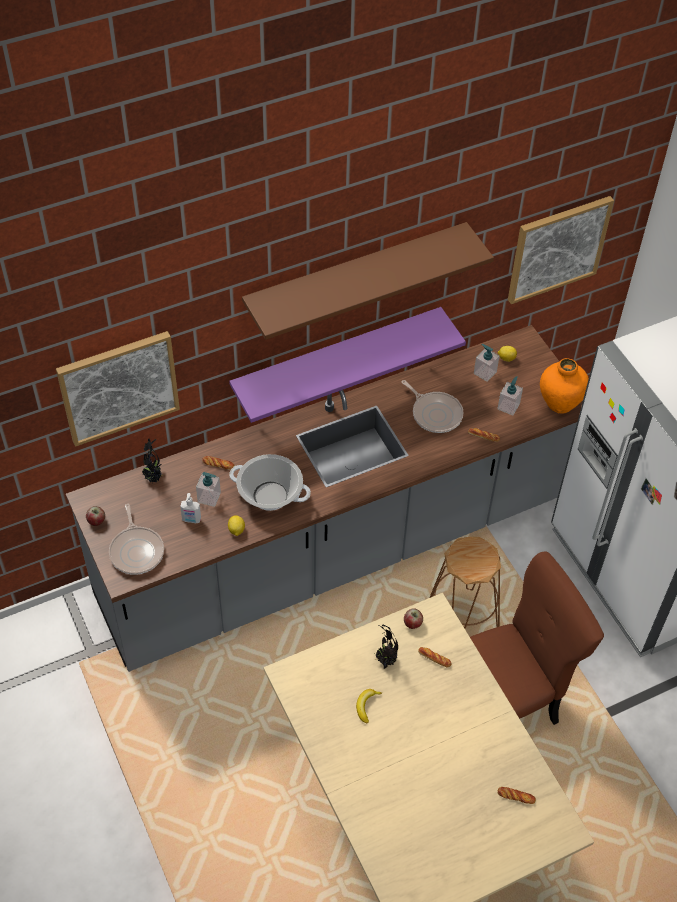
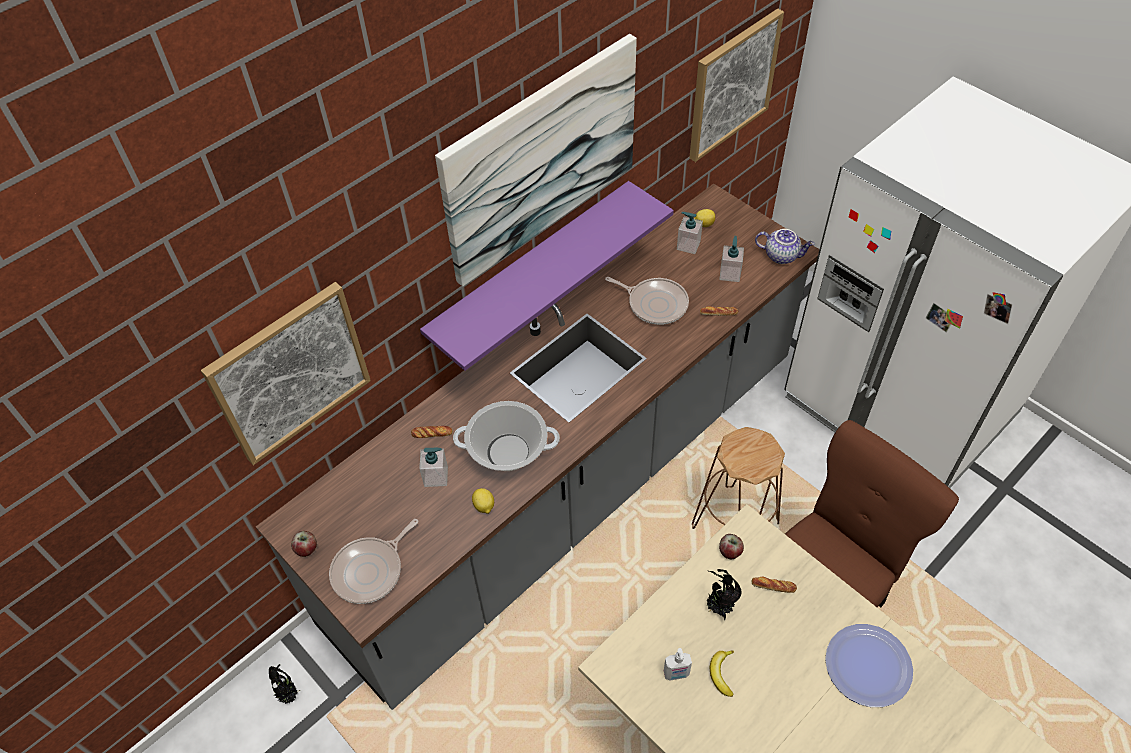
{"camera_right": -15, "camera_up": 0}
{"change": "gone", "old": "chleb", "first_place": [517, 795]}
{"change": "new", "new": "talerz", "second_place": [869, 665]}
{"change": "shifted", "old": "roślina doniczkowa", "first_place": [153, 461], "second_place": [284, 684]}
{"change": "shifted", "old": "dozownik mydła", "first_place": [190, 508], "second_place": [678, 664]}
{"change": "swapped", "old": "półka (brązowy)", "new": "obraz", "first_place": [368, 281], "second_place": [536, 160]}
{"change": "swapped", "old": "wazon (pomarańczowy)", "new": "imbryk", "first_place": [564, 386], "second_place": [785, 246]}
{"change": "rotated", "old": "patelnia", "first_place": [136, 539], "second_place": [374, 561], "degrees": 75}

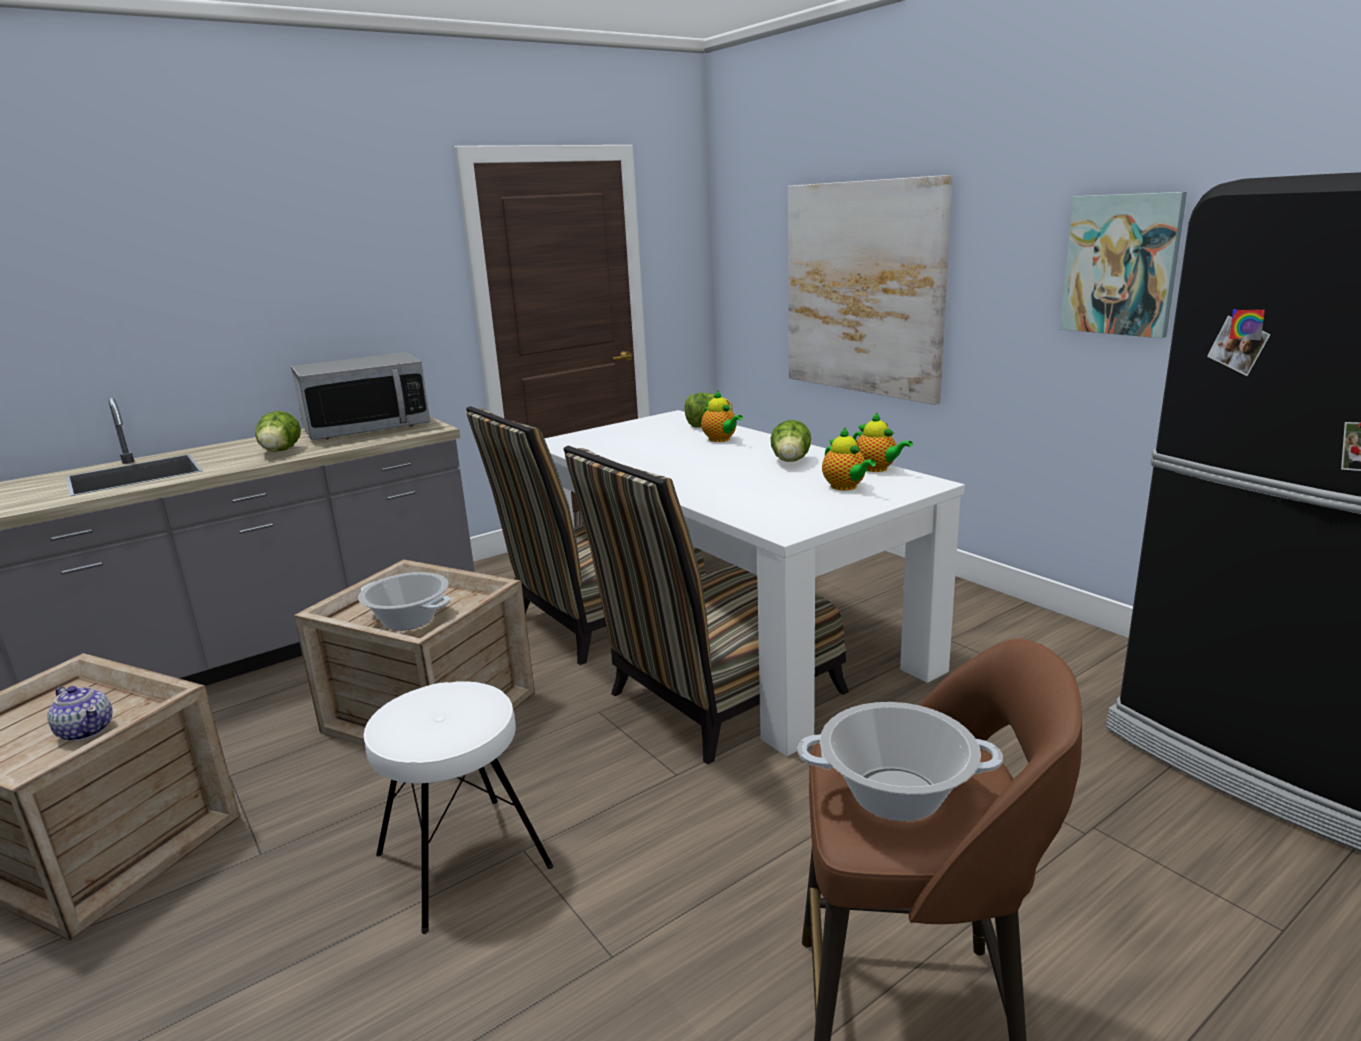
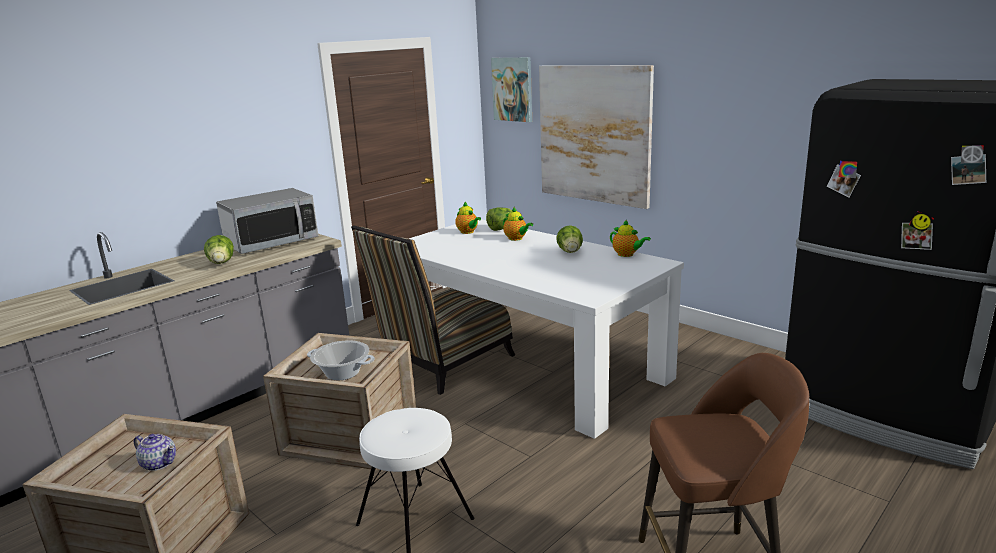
{"camera_right": -10, "camera_up": 0}
{"change": "gone", "old": "krzesło", "first_place": [706, 605]}
{"change": "gone", "old": "garnek", "first_place": [900, 761]}
{"change": "shifted", "old": "imbryk", "first_place": [849, 459], "second_place": [468, 217]}
{"change": "shifted", "old": "obraz", "first_place": [1123, 265], "second_place": [511, 89]}

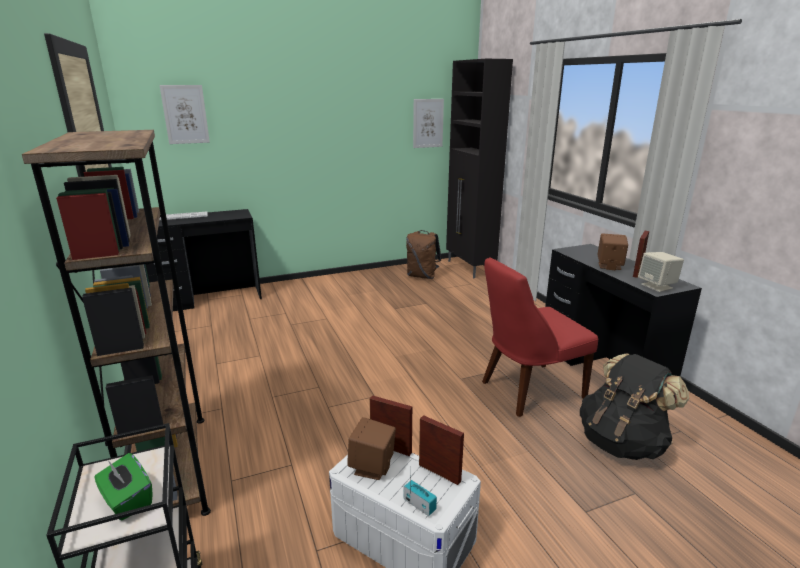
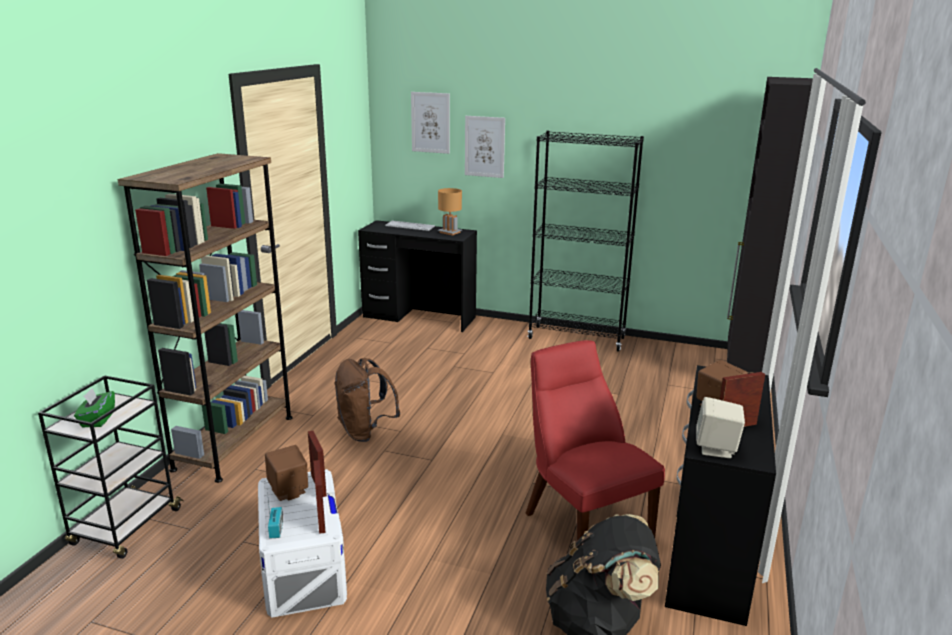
{"camera_right": 40, "camera_up": 0}
{"change": "new", "new": "lampa stołowa (brązowy)", "second_place": [450, 212]}
{"change": "new", "new": "regał (czarny)", "second_place": [586, 241]}
{"change": "shifted", "old": "plecak (brązowy)", "first_place": [423, 254], "second_place": [368, 400]}
{"change": "shifted", "old": "obraz", "first_place": [428, 123], "second_place": [485, 147]}
{"change": "rotated", "old": "krzesło (czerwony)", "first_place": [540, 337], "second_place": [595, 440], "degrees": 45}

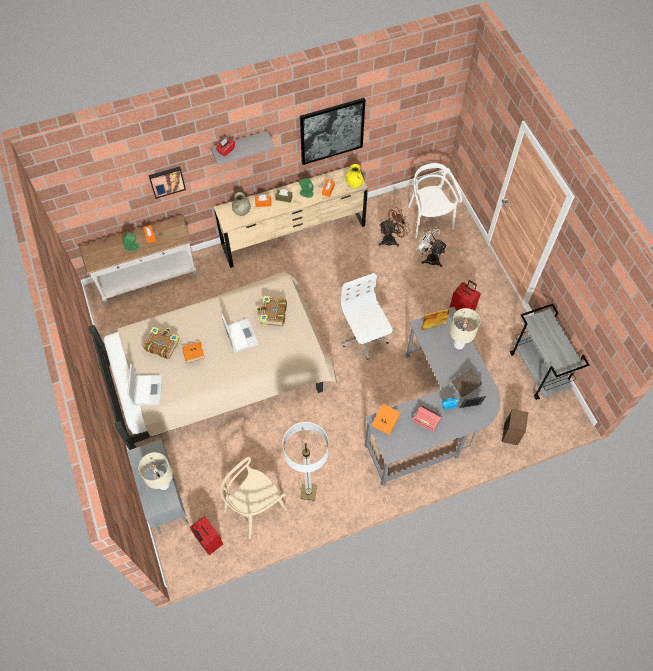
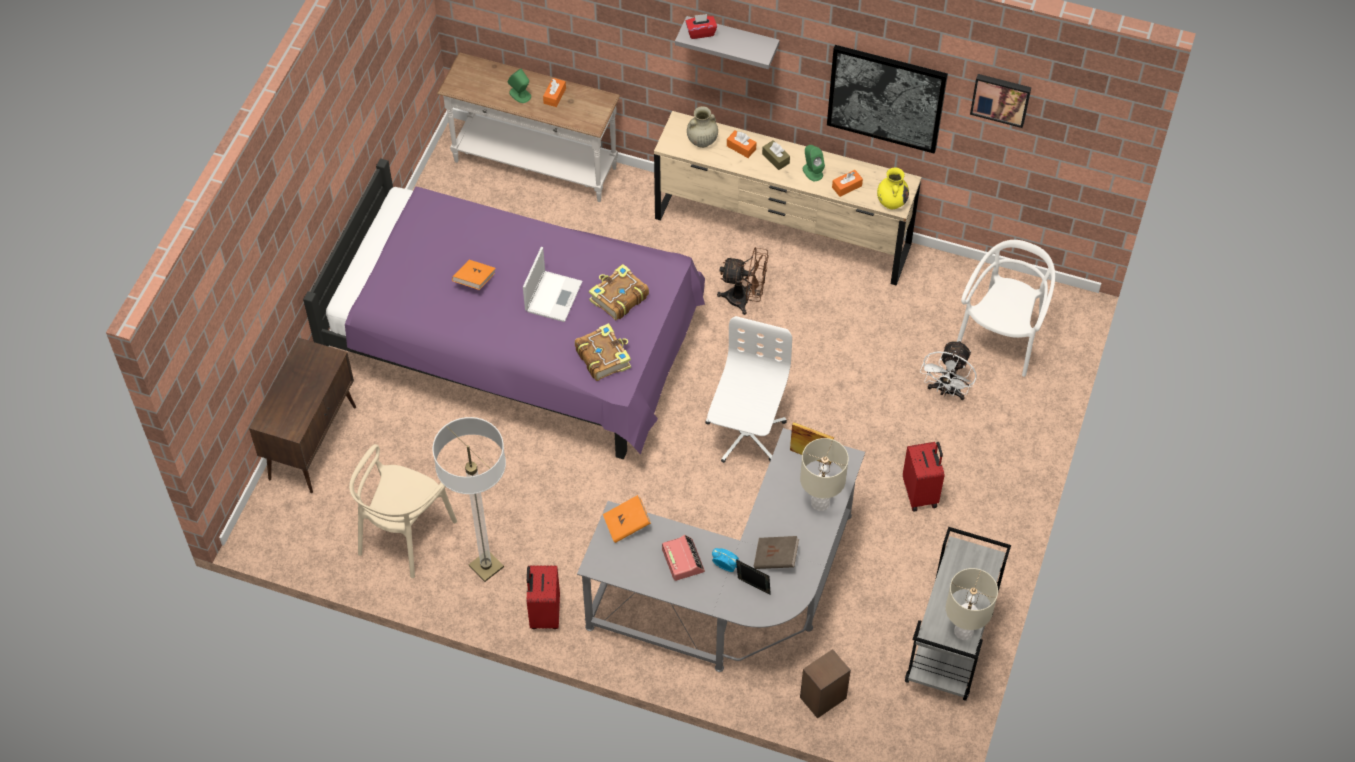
{"camera_right": 40, "camera_up": -5}
{"change": "gone", "old": "laptop", "first_place": [144, 385]}
{"change": "shifted", "old": "lampa stołowa (beżowy)", "first_place": [155, 471], "second_place": [972, 604]}
{"change": "shifted", "old": "książka", "first_place": [162, 342], "second_place": [603, 352]}
{"change": "shifted", "old": "obraz", "first_place": [167, 182], "second_place": [1000, 101]}
{"change": "shifted", "old": "walizka (czerwony)", "first_place": [206, 535], "second_place": [543, 597]}
{"change": "shifted", "old": "wentylator (brązowy)", "first_place": [394, 226], "second_place": [743, 281]}
{"change": "repainted", "old": "łóżko (beżowy)", "new": "łóżko (fioletowy)", "first_place": [213, 361], "second_place": [504, 308]}
{"change": "repainted", "old": "szafka (szary)", "new": "szafka (brązowy)", "first_place": [158, 486], "second_place": [302, 415]}
{"change": "rotated", "old": "krzesło (beżowy)", "first_place": [254, 497], "second_place": [403, 511], "degrees": -60}
{"change": "rotated", "old": "wentylator (biały)", "first_place": [431, 246], "second_place": [948, 370], "degrees": -150}

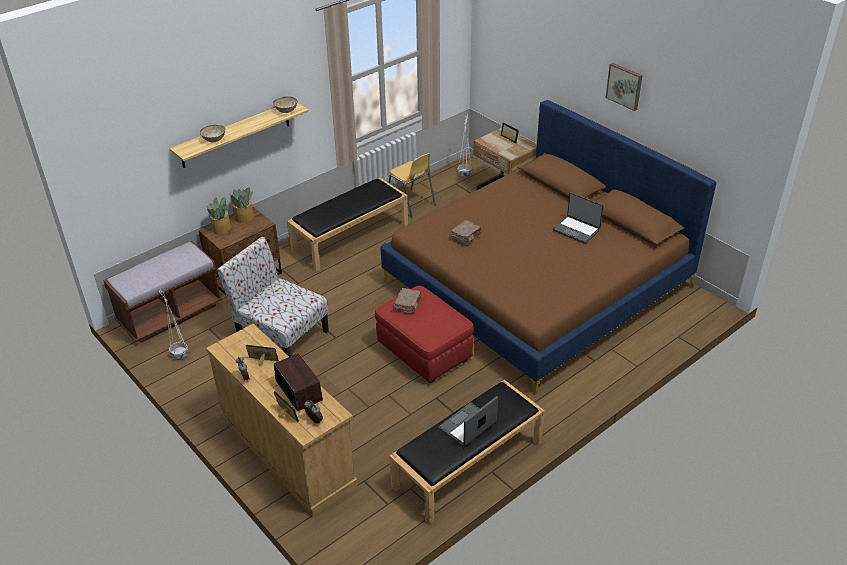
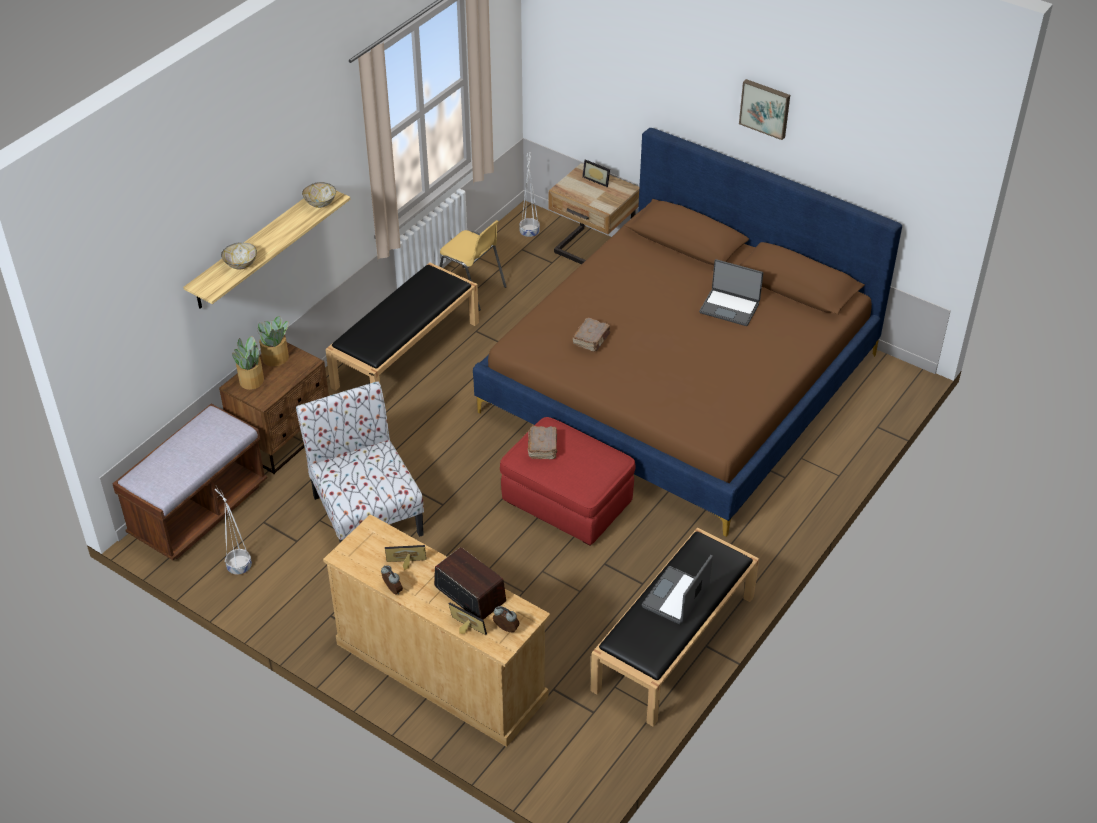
{"camera_right": -15, "camera_up": 5}
{"change": "rotated", "old": "krzesło", "first_place": [273, 297], "second_place": [360, 462], "degrees": 45}

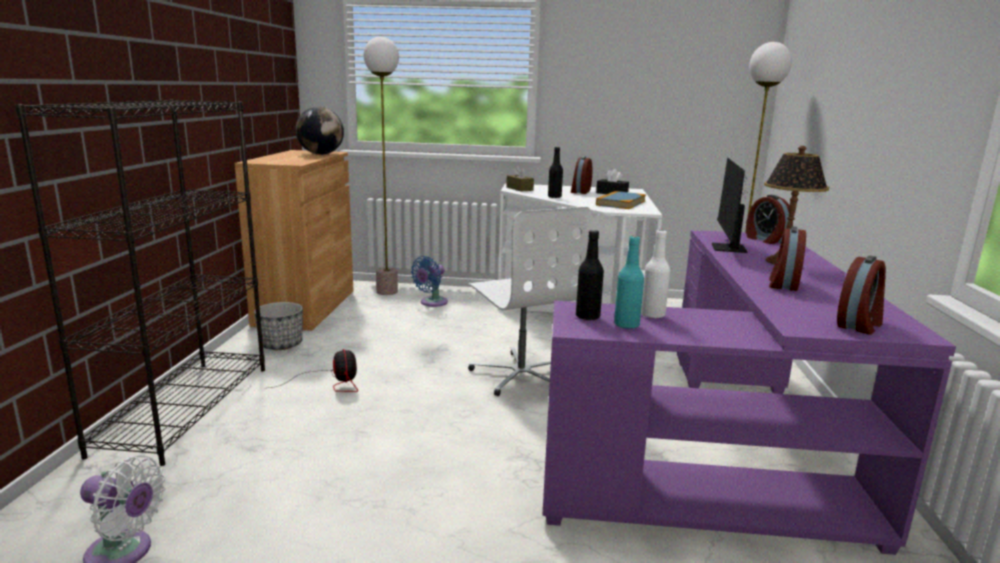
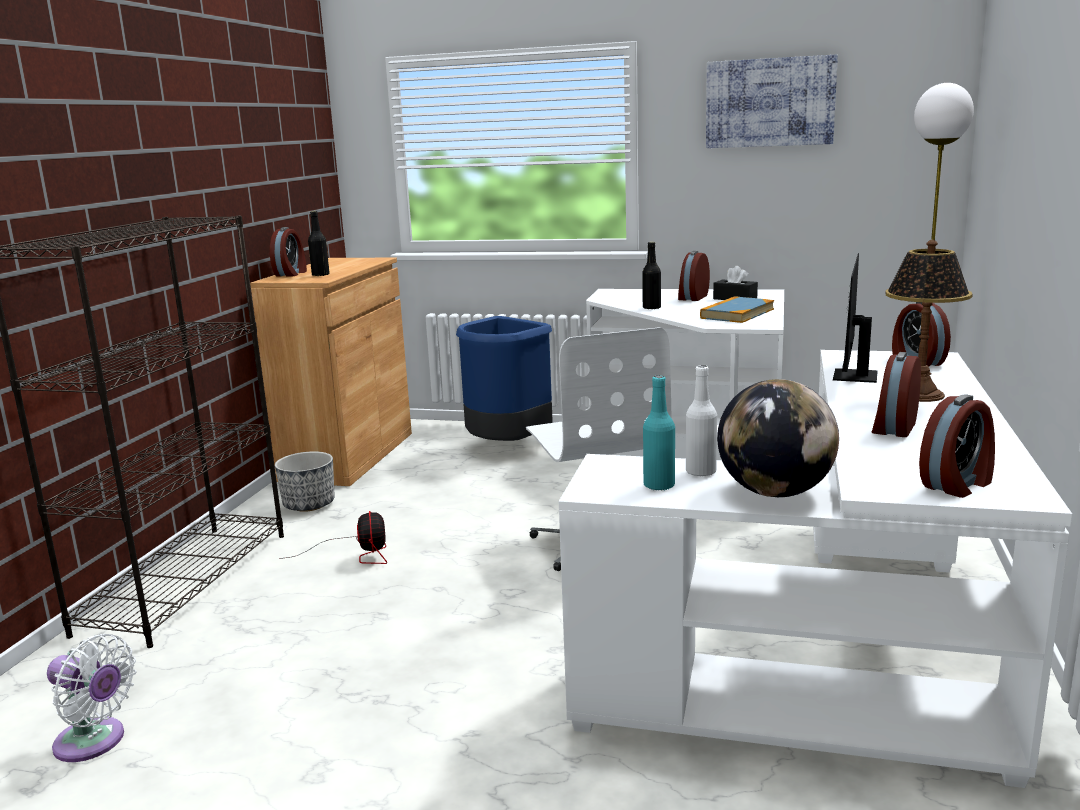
{"camera_right": 10, "camera_up": 0}
{"change": "gone", "old": "lampa stojąca", "first_place": [381, 165]}
{"change": "gone", "old": "pudełko chusteczek (brązowy)", "first_place": [520, 178]}
{"change": "new", "new": "budzik", "second_place": [288, 252]}
{"change": "new", "new": "obraz", "second_place": [772, 101]}
{"change": "shifted", "old": "globus", "first_place": [320, 131], "second_place": [778, 438]}
{"change": "shifted", "old": "butelka (czarny)", "first_place": [590, 275], "second_place": [319, 244]}
{"change": "swapped", "old": "wentylator (niebieski)", "new": "kosz na śmieci (niebieski)", "first_place": [429, 281], "second_place": [504, 378]}
{"change": "repainted", "old": "biurko (fioletowy)", "new": "biurko (biały)", "first_place": [749, 392], "second_place": [815, 569]}

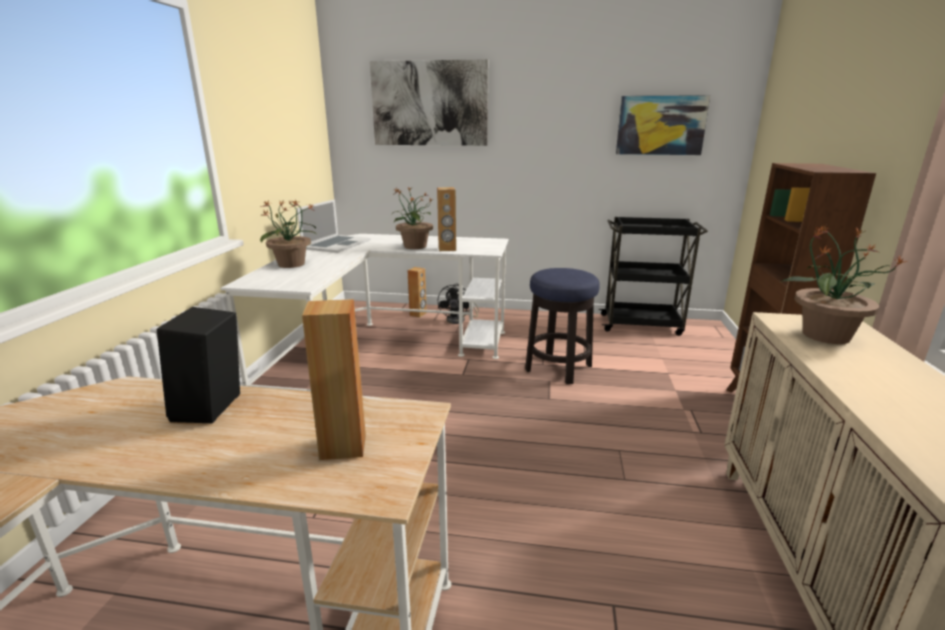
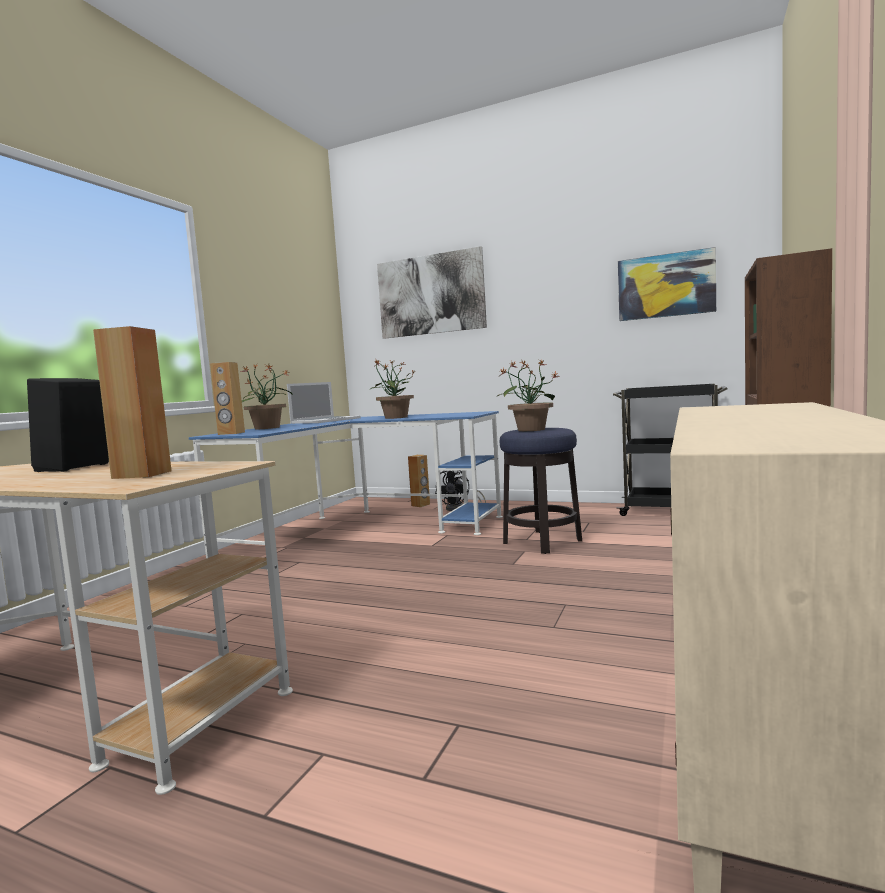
{"camera_right": 15, "camera_up": -15}
{"change": "shifted", "old": "głośnik (brązowy)", "first_place": [446, 219], "second_place": [227, 398]}
{"change": "shifted", "old": "roślina doniczkowa", "first_place": [844, 284], "second_place": [529, 395]}
{"change": "repainted", "old": "biurko (biały)", "new": "biurko (niebieski)", "first_place": [364, 312], "second_place": [346, 491]}

